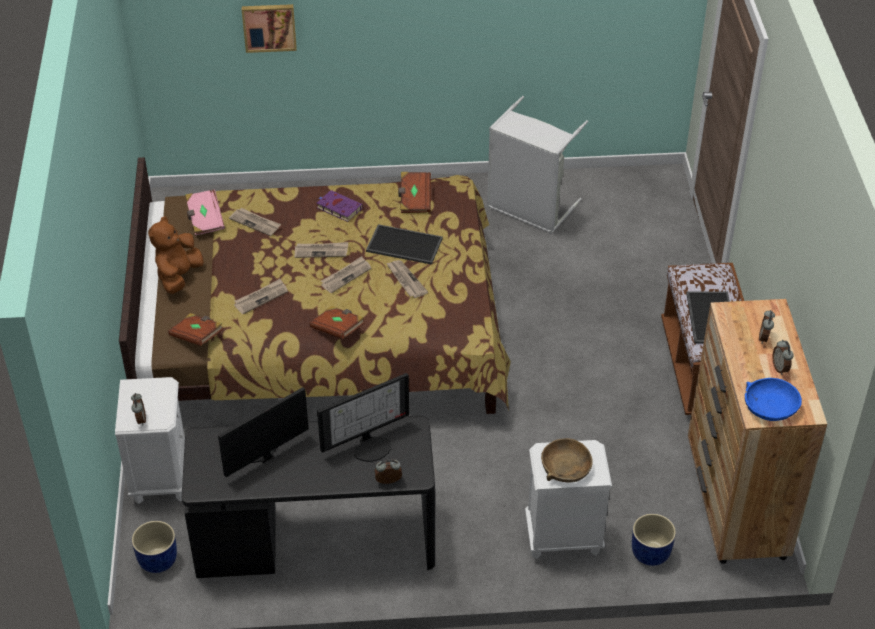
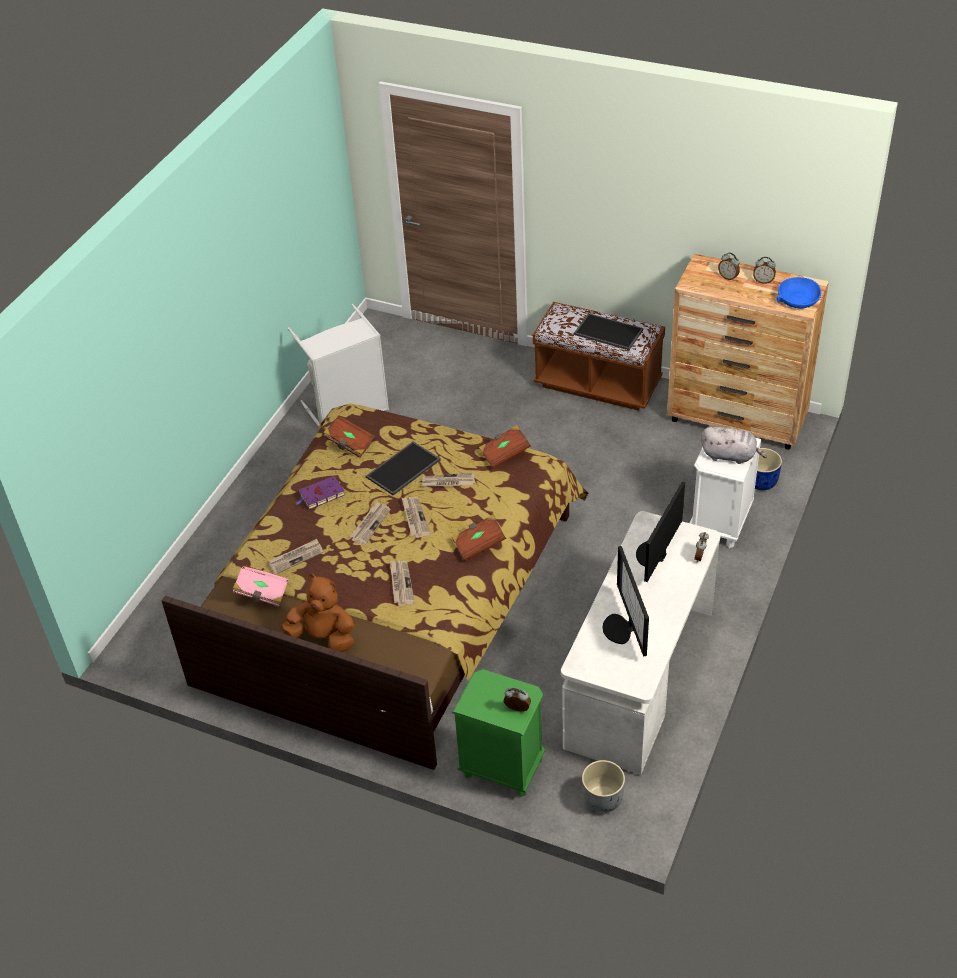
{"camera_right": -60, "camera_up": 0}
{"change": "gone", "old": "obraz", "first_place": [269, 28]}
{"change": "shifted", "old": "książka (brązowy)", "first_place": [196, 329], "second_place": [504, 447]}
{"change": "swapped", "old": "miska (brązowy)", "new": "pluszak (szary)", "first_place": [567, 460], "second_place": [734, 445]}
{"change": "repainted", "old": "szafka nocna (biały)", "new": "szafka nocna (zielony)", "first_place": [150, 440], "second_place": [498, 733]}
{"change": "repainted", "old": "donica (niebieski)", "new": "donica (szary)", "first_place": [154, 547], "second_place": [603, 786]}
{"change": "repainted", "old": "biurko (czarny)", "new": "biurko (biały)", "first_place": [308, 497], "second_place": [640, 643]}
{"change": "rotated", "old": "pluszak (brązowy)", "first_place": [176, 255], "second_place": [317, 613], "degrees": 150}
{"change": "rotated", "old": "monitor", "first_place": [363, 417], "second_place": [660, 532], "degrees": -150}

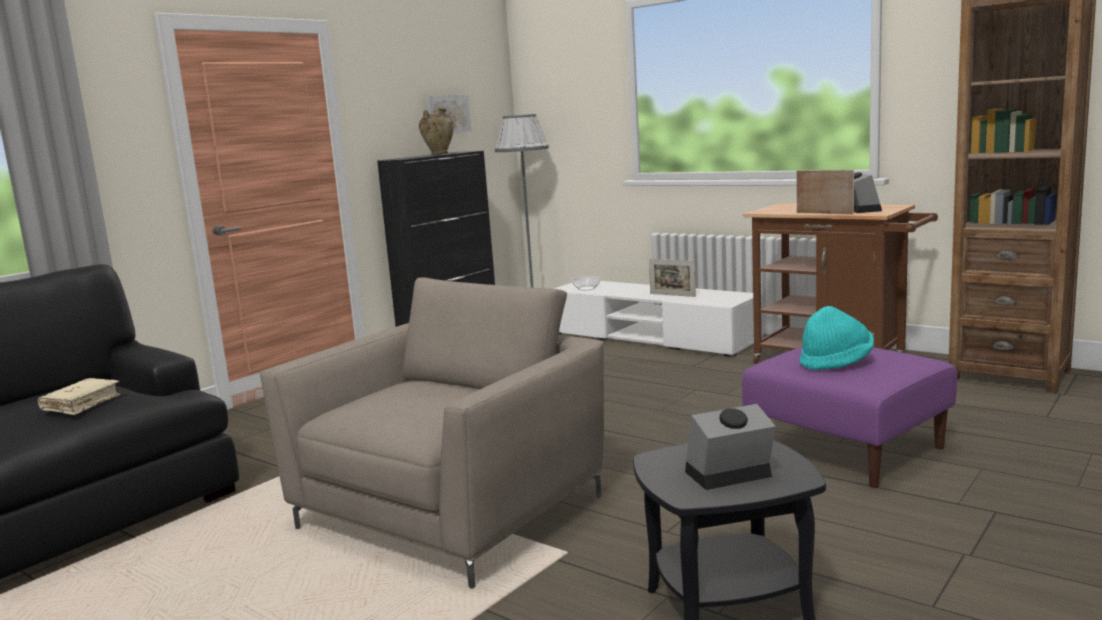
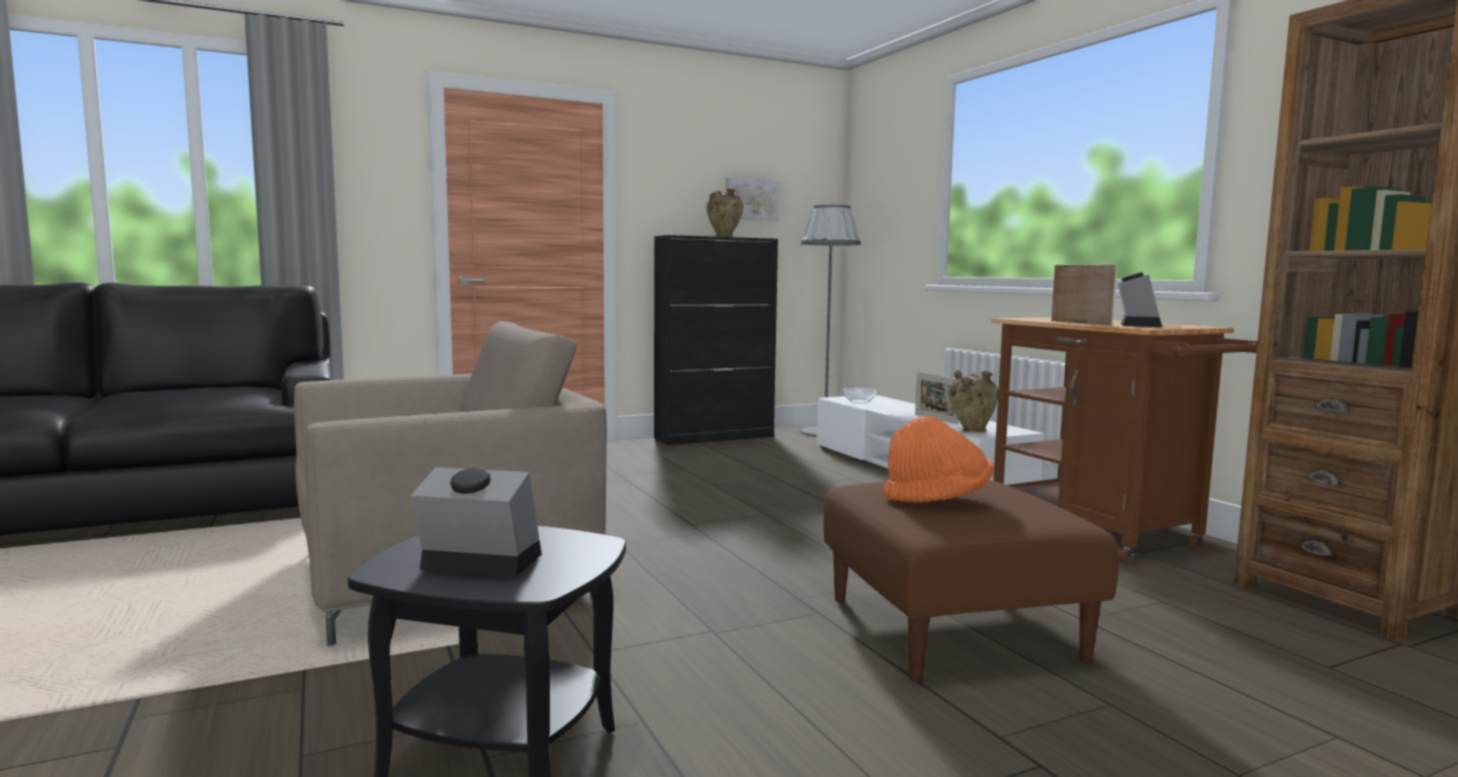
{"camera_right": 25, "camera_up": -5}
{"change": "gone", "old": "książka (beżowy)", "first_place": [79, 396]}
{"change": "new", "new": "wazon (beżowy)", "second_place": [974, 401]}
{"change": "repainted", "old": "pufa (fioletowy)", "new": "pufa (brązowy)", "first_place": [849, 417], "second_place": [971, 581]}
{"change": "repainted", "old": "kapelusz (turkusowy)", "new": "kapelusz (pomarańczowy)", "first_place": [837, 338], "second_place": [938, 459]}

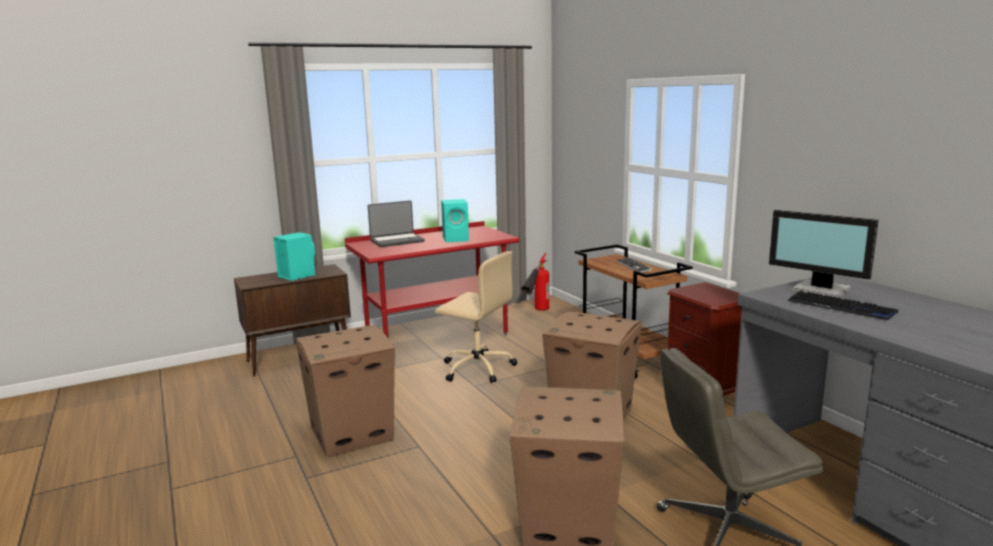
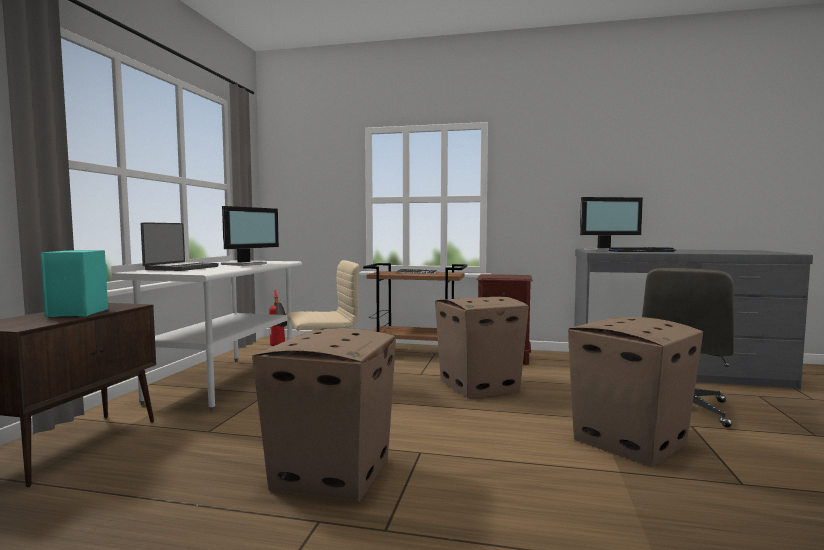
{"camera_right": -50, "camera_up": -10}
{"change": "swapped", "old": "głośnik (turkusowy)", "new": "monitor", "first_place": [455, 220], "second_place": [250, 236]}
{"change": "repainted", "old": "biurko (czerwony)", "new": "biurko (biały)", "first_place": [432, 280], "second_place": [206, 333]}

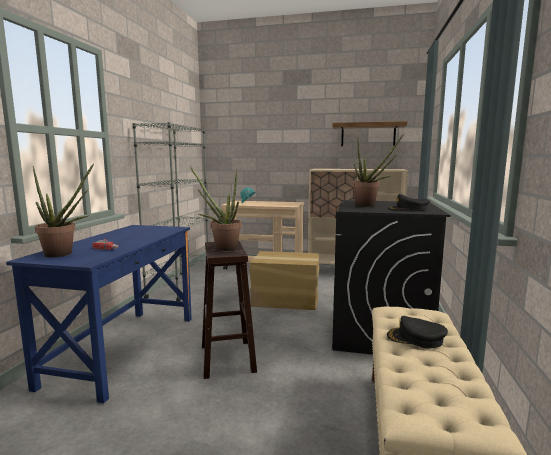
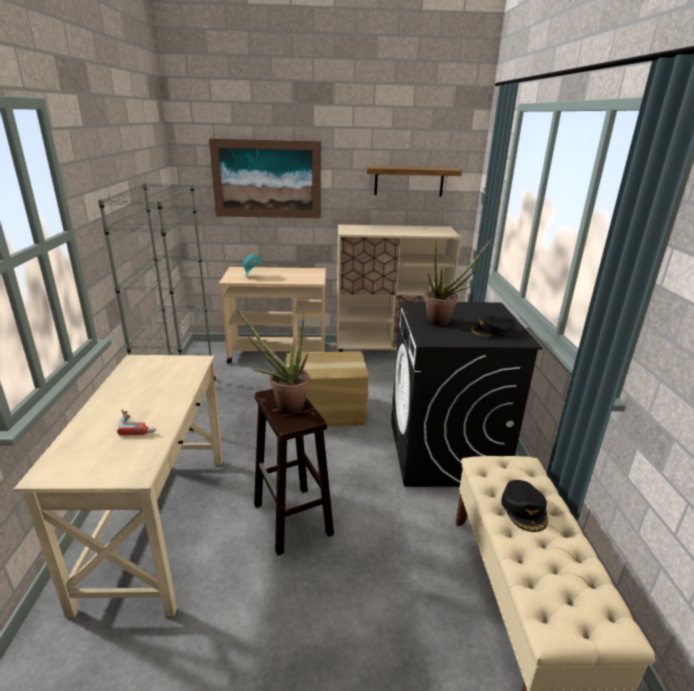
{"camera_right": -15, "camera_up": 15}
{"change": "gone", "old": "roślina doniczkowa", "first_place": [63, 210]}
{"change": "new", "new": "obraz", "second_place": [265, 178]}
{"change": "repainted", "old": "biurko (niebieski)", "new": "biurko (beżowy)", "first_place": [99, 314], "second_place": [118, 486]}
{"change": "rotated", "old": "czapka z daszkiem (czarny)", "first_place": [417, 332], "second_place": [524, 506], "degrees": -90}

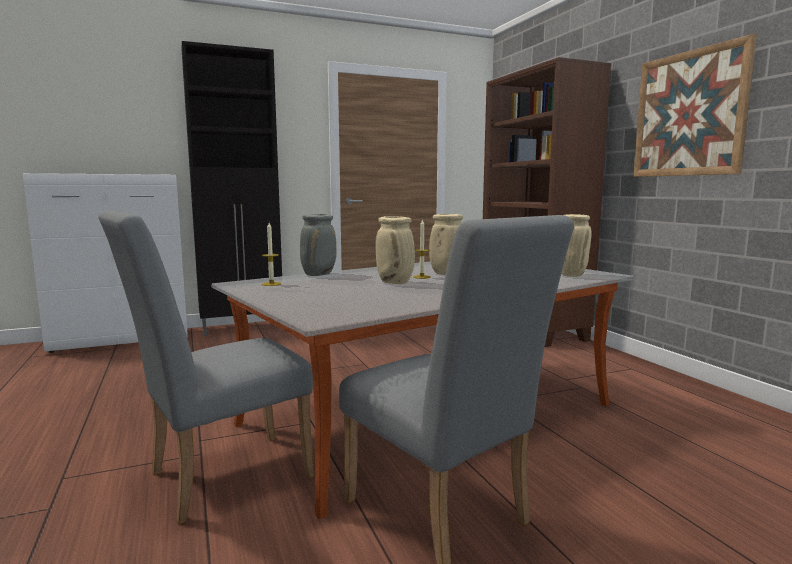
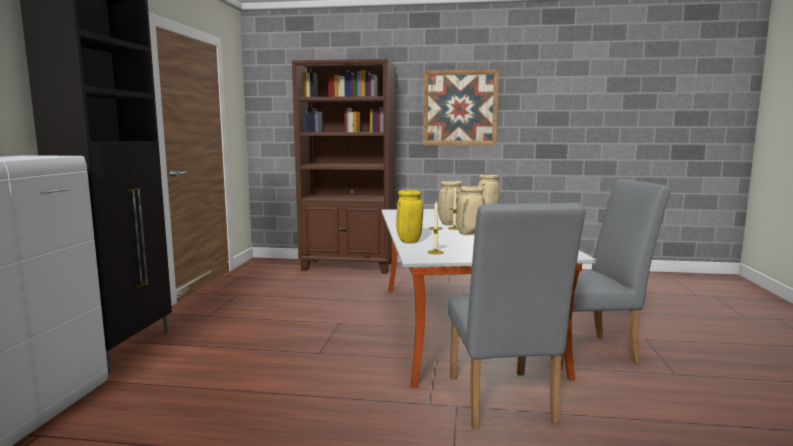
{"camera_right": -60, "camera_up": 0}
{"change": "repainted", "old": "wazon (szary)", "new": "wazon (żółty)", "first_place": [318, 245], "second_place": [409, 216]}

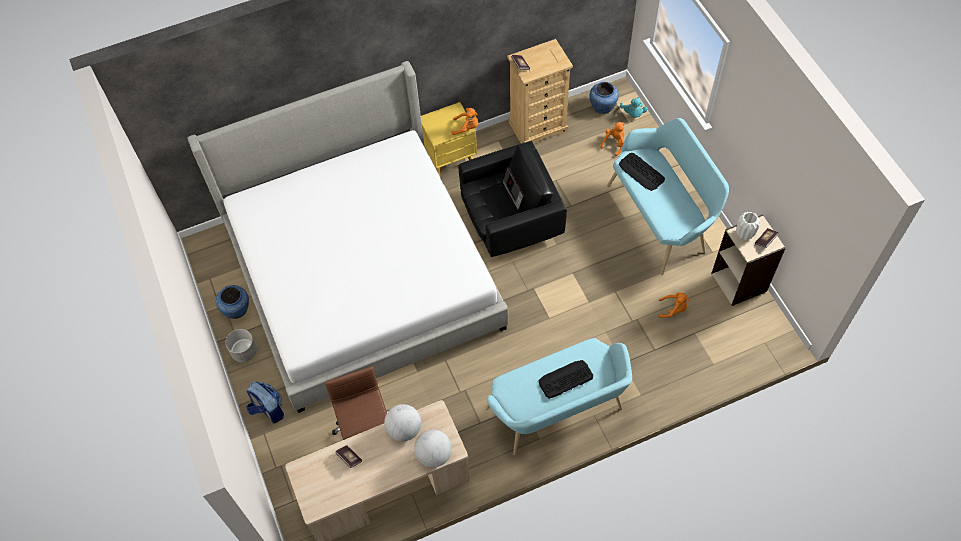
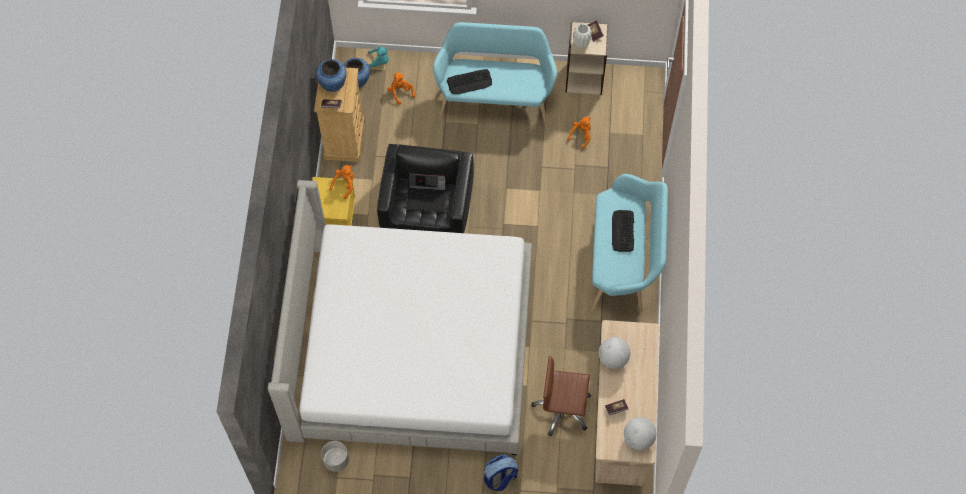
{"camera_right": -65, "camera_up": 5}
{"change": "shifted", "old": "wazon (niebieski)", "first_place": [232, 302], "second_place": [331, 75]}
{"change": "shifted", "old": "donica (szary)", "first_place": [241, 345], "second_place": [335, 456]}
{"change": "shifted", "old": "globus", "first_place": [433, 449], "second_place": [640, 433]}

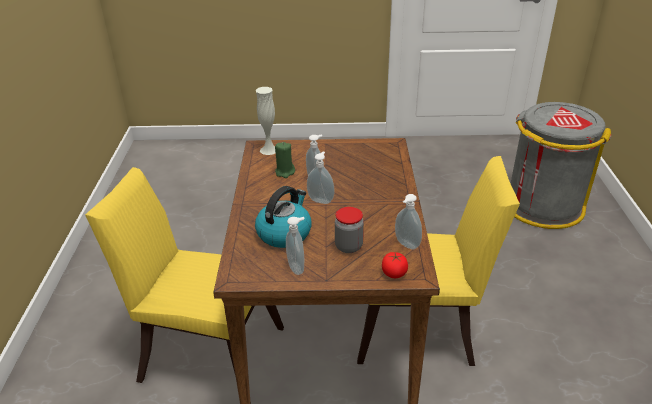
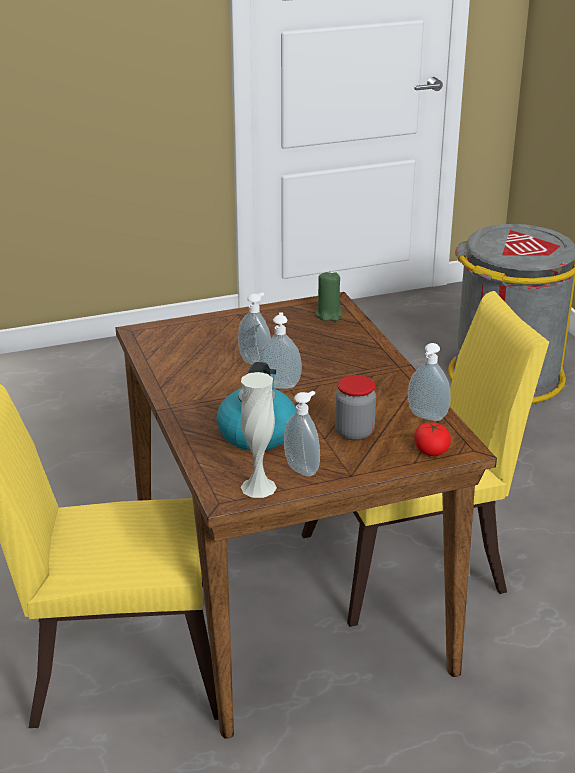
{"camera_right": -20, "camera_up": -5}
{"change": "shifted", "old": "wazon (biały)", "first_place": [266, 121], "second_place": [259, 435]}
{"change": "shifted", "old": "świeca (zielony)", "first_place": [285, 160], "second_place": [329, 296]}

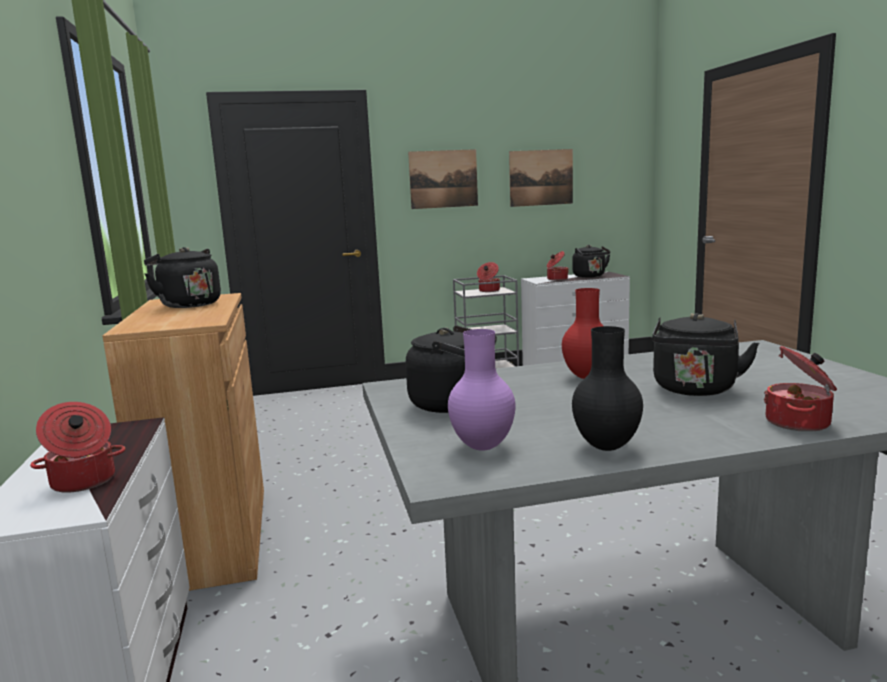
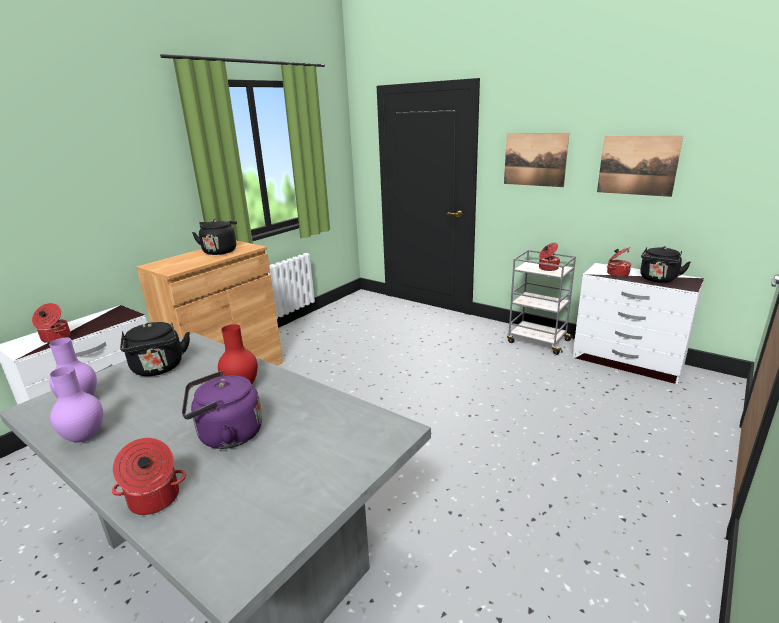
{"camera_right": 50, "camera_up": 10}
{"change": "repainted", "old": "wazon (czarny)", "new": "wazon (fioletowy)", "first_place": [607, 388], "second_place": [76, 404]}
{"change": "repainted", "old": "czajnik (czarny)", "new": "czajnik (fioletowy)", "first_place": [705, 354], "second_place": [222, 410]}

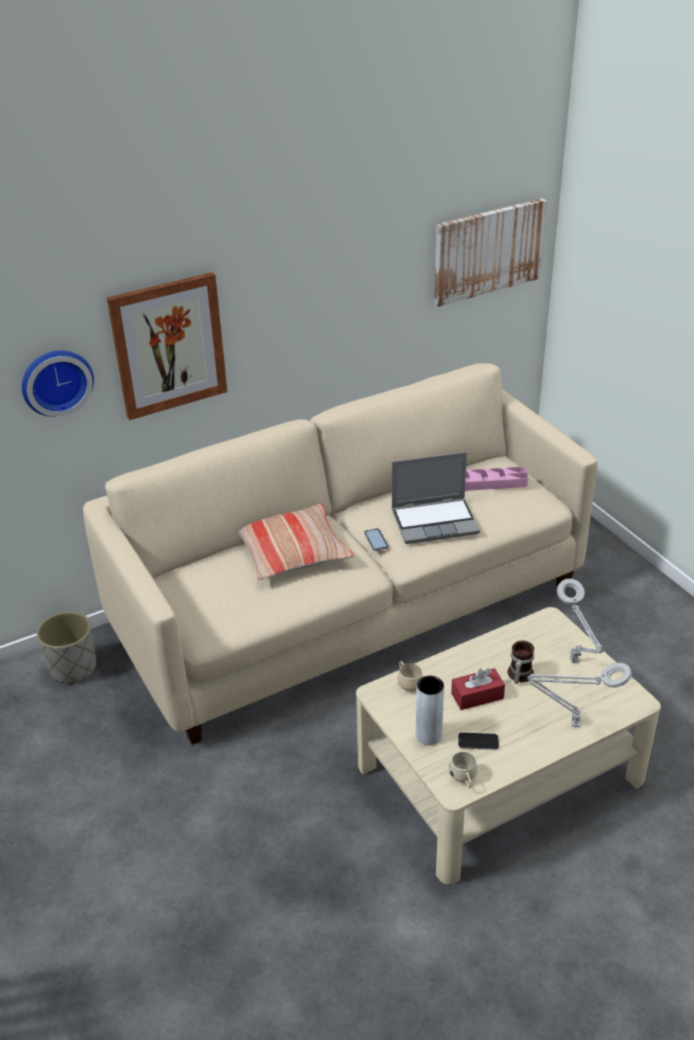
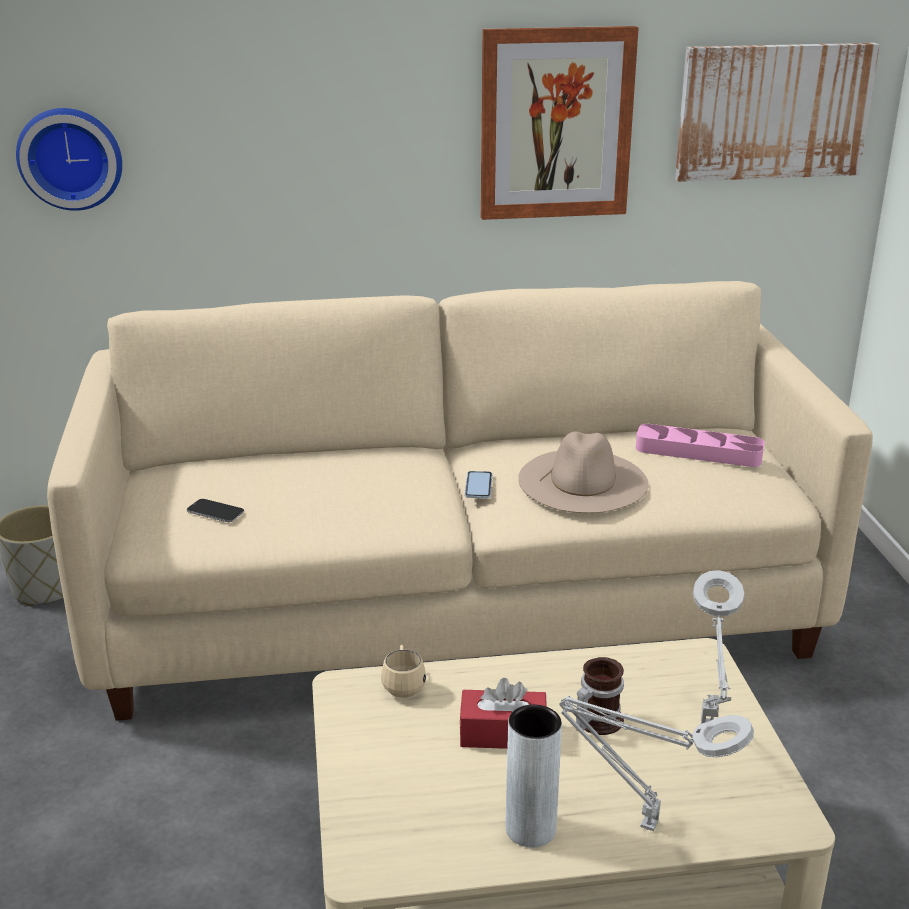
{"camera_right": 20, "camera_up": -10}
{"change": "gone", "old": "poduszka", "first_place": [295, 542]}
{"change": "gone", "old": "kubek (beżowy)", "first_place": [463, 770]}
{"change": "shifted", "old": "obraz", "first_place": [167, 346], "second_place": [560, 123]}
{"change": "shifted", "old": "wazon (szary)", "first_place": [430, 710], "second_place": [533, 776]}
{"change": "shifted", "old": "telefon", "first_place": [478, 741], "second_place": [215, 510]}
{"change": "swapped", "old": "laptop", "new": "kapelusz (beżowy)", "first_place": [436, 498], "second_place": [583, 472]}

